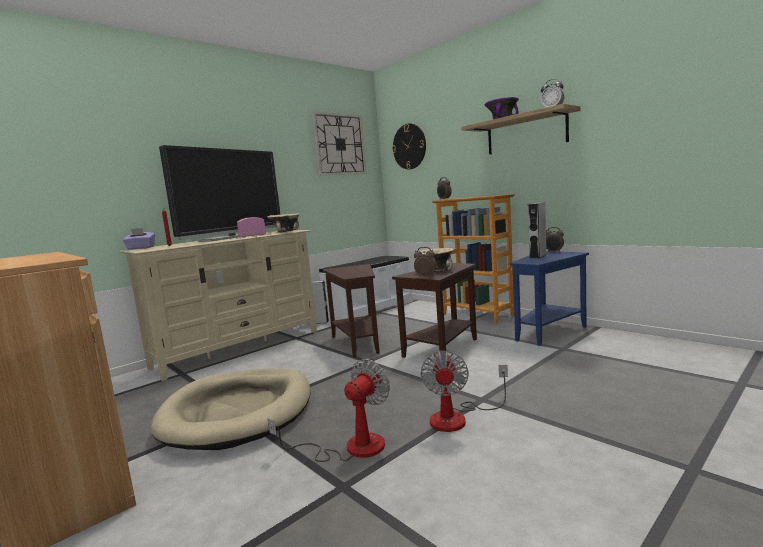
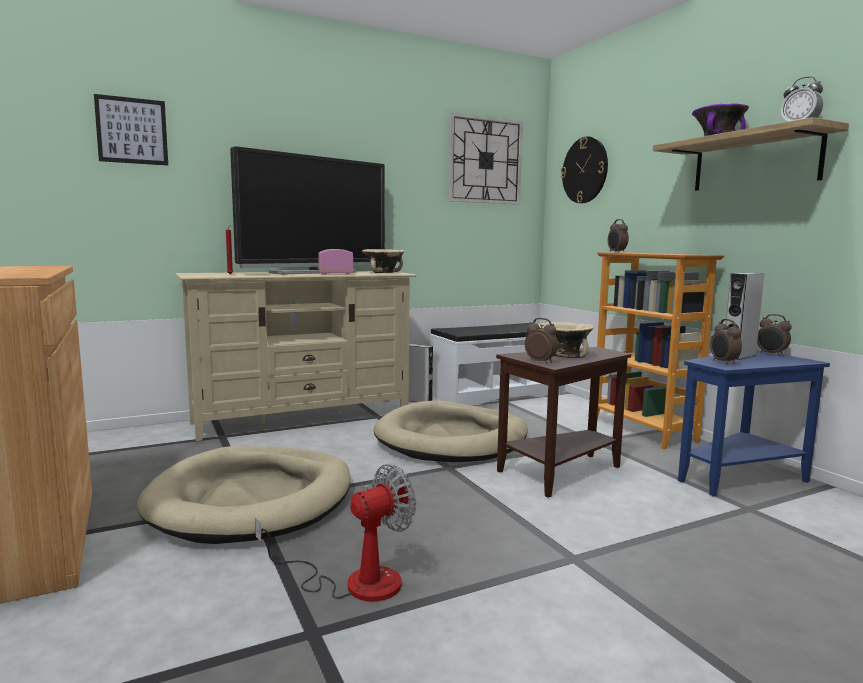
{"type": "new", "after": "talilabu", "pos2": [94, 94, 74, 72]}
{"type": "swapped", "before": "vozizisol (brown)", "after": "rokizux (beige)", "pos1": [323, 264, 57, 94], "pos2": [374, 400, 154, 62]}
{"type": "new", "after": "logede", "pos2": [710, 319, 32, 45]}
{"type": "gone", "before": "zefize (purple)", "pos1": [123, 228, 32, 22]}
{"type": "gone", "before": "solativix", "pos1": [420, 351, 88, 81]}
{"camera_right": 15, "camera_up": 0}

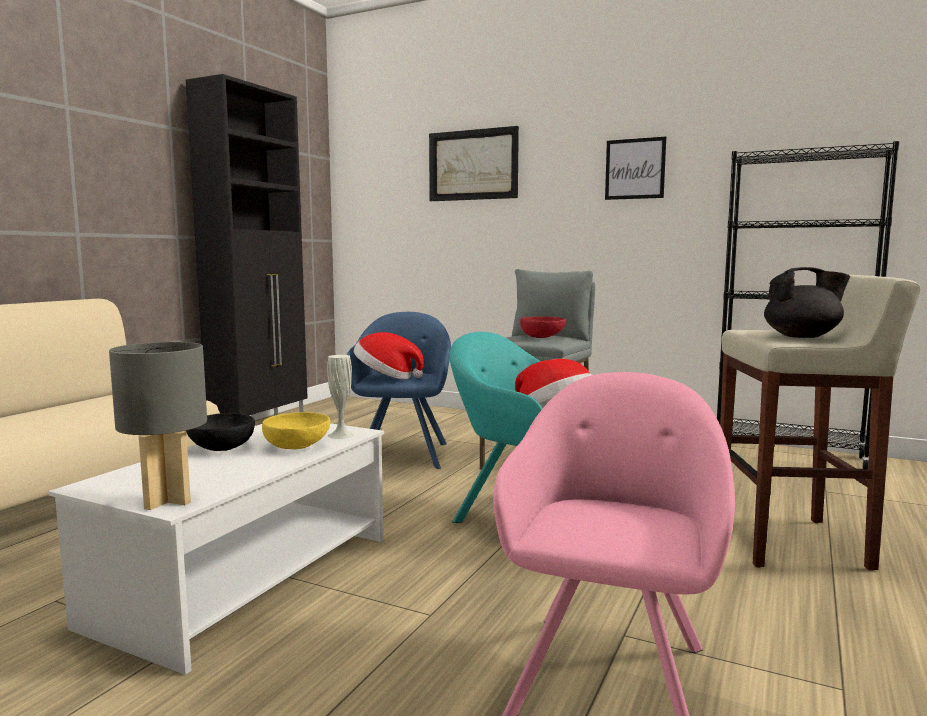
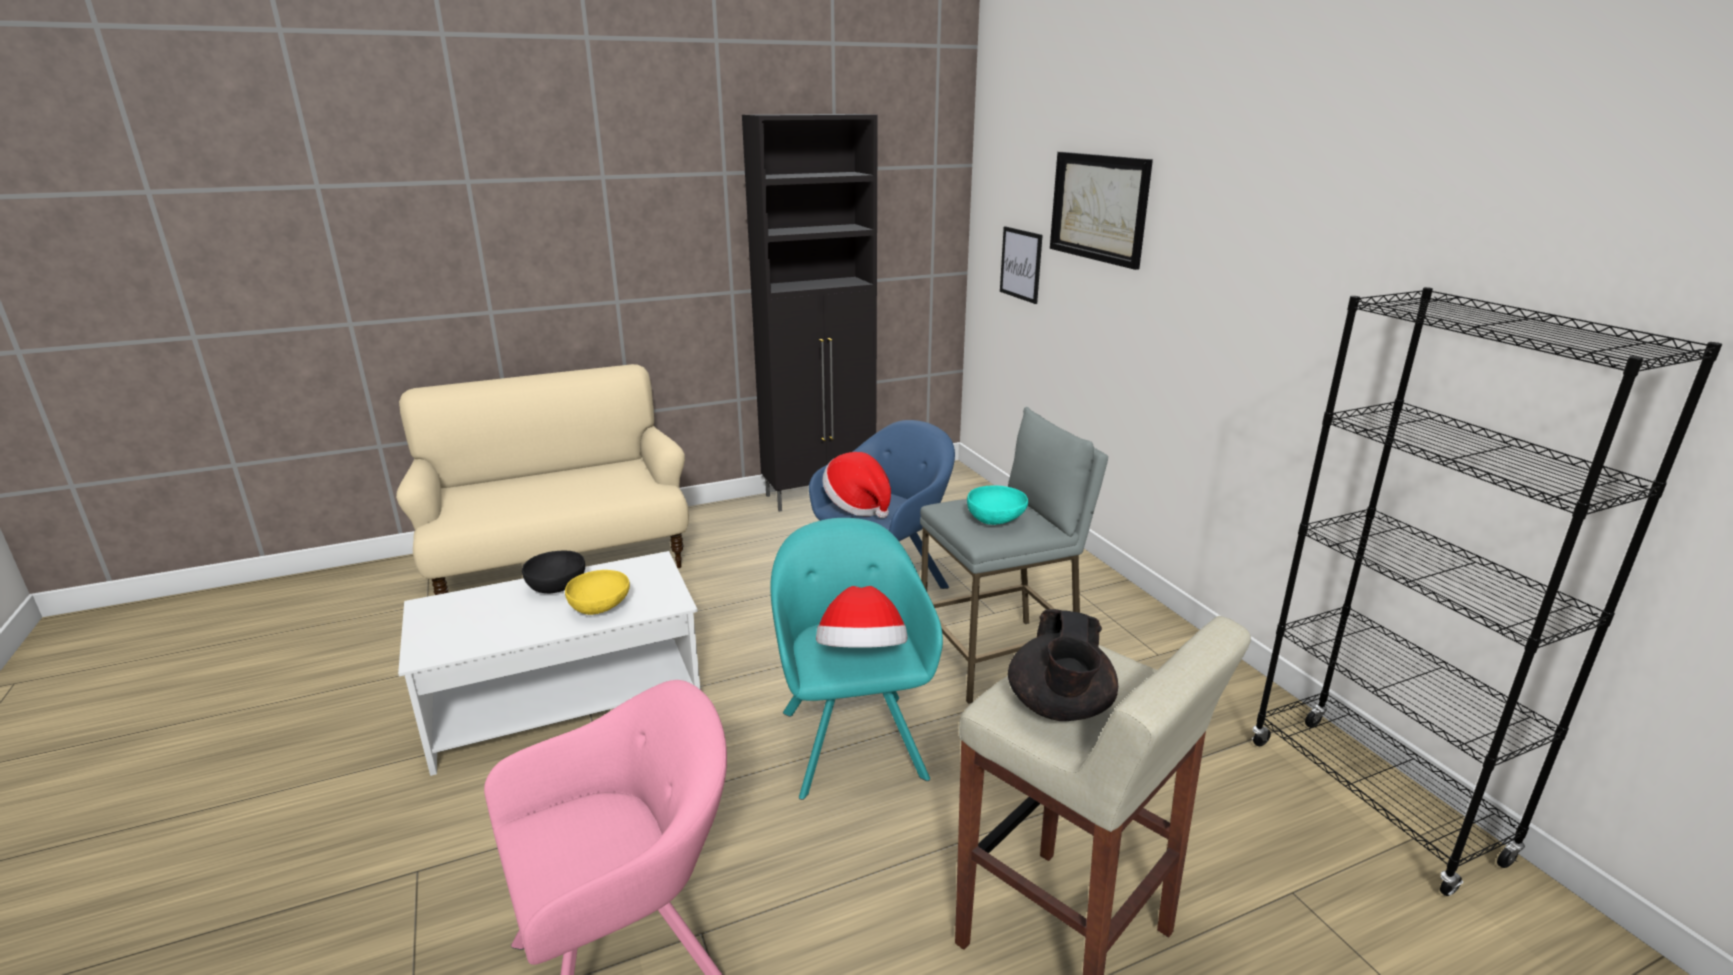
{"type": "repainted", "before": "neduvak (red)", "after": "neduvak (turquoise)", "pos1": [520, 316, 46, 22], "pos2": [967, 485, 61, 40]}
{"type": "shifted", "before": "talilabu", "pos1": [605, 137, 61, 63], "pos2": [1000, 226, 43, 78]}
{"type": "rotated", "before": "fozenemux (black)", "pos1": [764, 267, 86, 71], "pos2": [1008, 609, 110, 112], "turn": 60}
{"type": "gone", "before": "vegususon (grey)", "pos1": [109, 342, 98, 168]}
{"type": "gone", "before": "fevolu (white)", "pos1": [327, 355, 28, 84]}
{"camera_right": 40, "camera_up": 15}

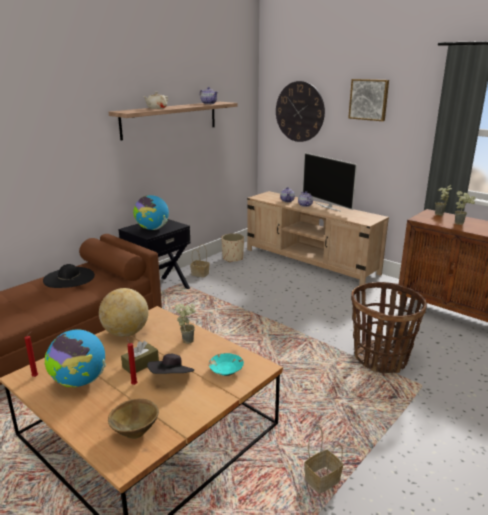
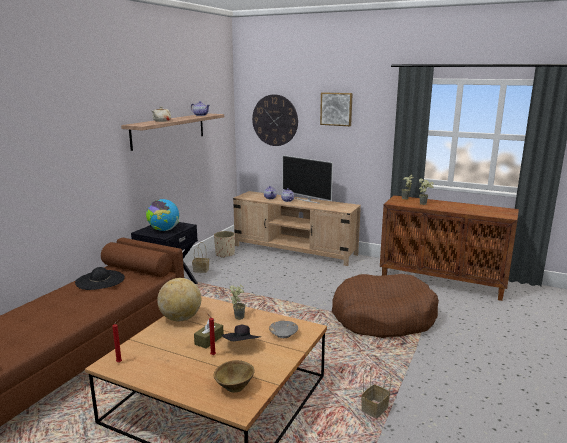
{"type": "repainted", "before": "neduvak (turquoise)", "after": "neduvak (grey)", "pos1": [209, 353, 35, 23], "pos2": [269, 321, 29, 17]}
{"type": "swapped", "before": "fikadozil", "after": "rokizux (brown)", "pos1": [351, 282, 76, 91], "pos2": [332, 274, 107, 64]}
{"type": "gone", "before": "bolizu", "pos1": [44, 330, 62, 57]}
{"camera_right": -15, "camera_up": -5}

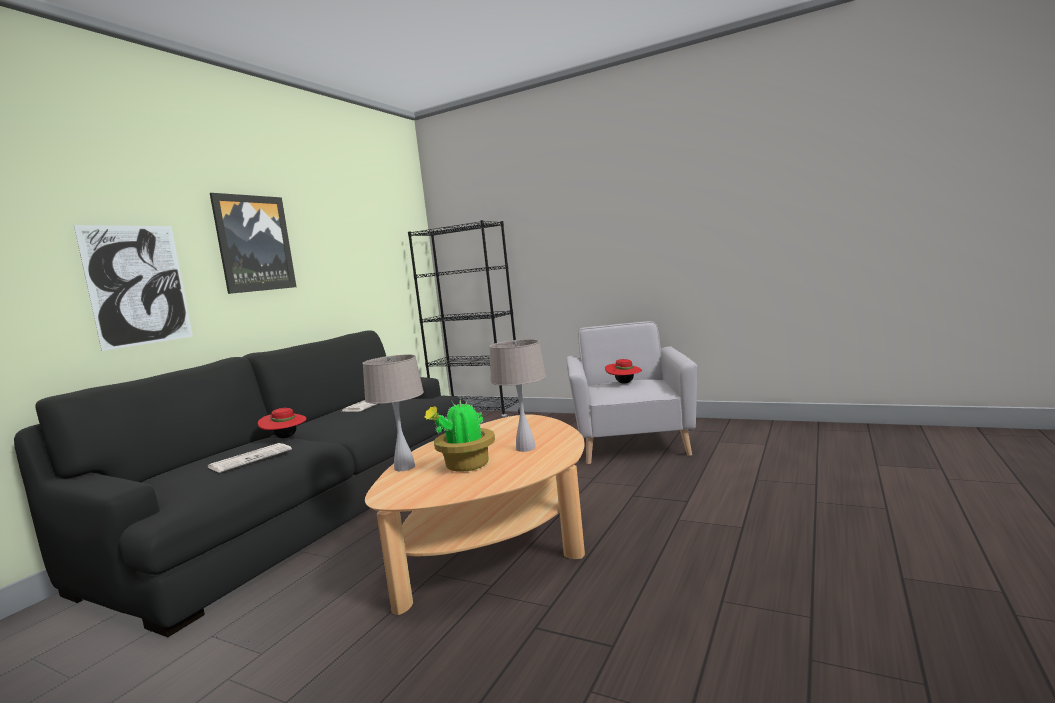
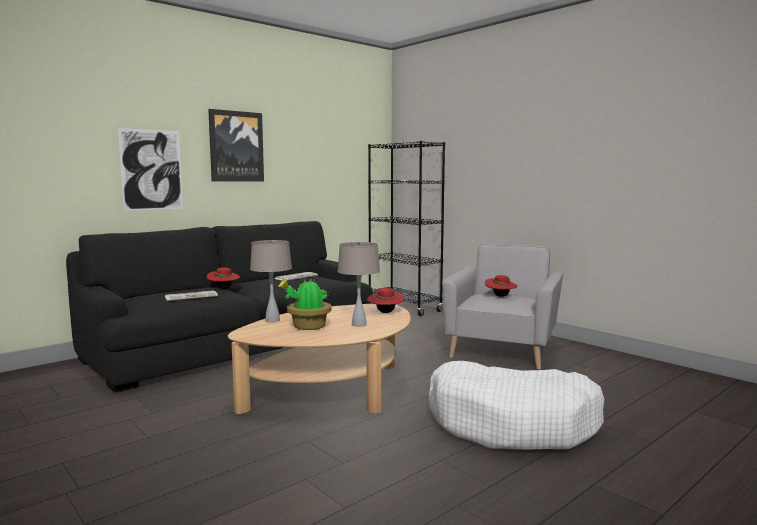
{"type": "new", "after": "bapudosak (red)", "pos2": [367, 288, 37, 25]}
{"type": "new", "after": "rokizux (white)", "pos2": [428, 361, 176, 89]}
{"camera_right": 20, "camera_up": 0}

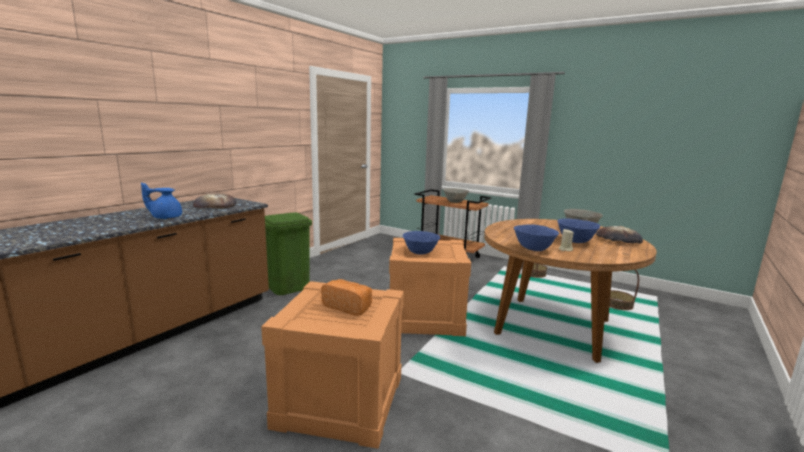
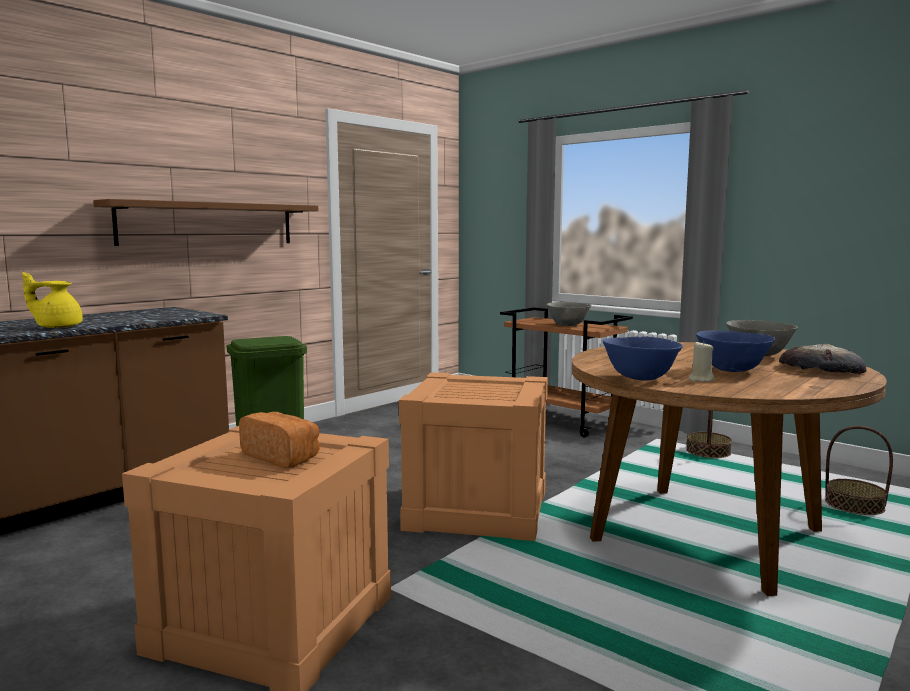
{"type": "repainted", "before": "fozenemux (blue)", "after": "fozenemux (yellow)", "pos1": [141, 182, 41, 37], "pos2": [22, 272, 61, 56]}
{"type": "new", "after": "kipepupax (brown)", "pos2": [93, 199, 225, 47]}
{"type": "gone", "before": "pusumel", "pos1": [193, 193, 43, 16]}
{"type": "gone", "before": "neduvak (blue)", "pos1": [403, 231, 37, 23]}
{"camera_right": 10, "camera_up": -5}

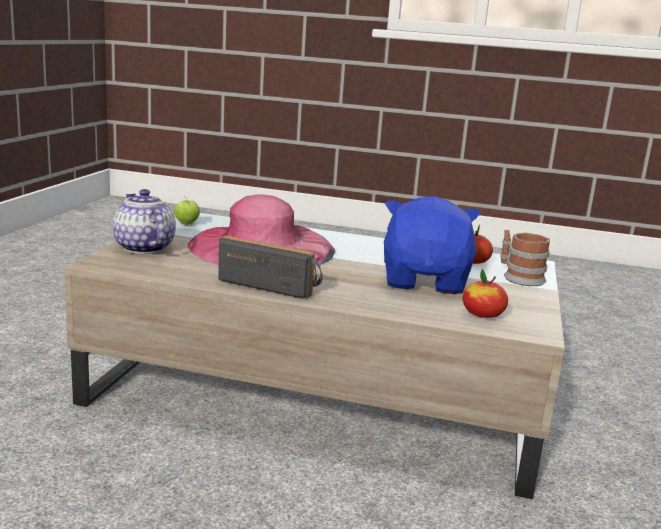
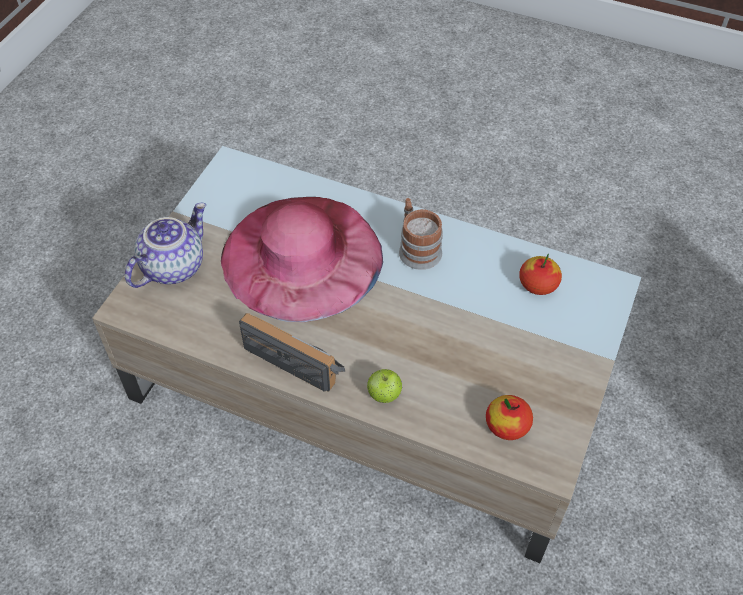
{"type": "rotated", "before": "fozenemux", "pos1": [113, 189, 63, 65], "pos2": [125, 203, 81, 85], "turn": 60}
{"type": "shifted", "before": "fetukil", "pos1": [174, 196, 26, 29], "pos2": [367, 369, 35, 34]}
{"type": "shifted", "before": "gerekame", "pos1": [500, 230, 50, 56], "pos2": [399, 198, 44, 72]}
{"type": "gone", "before": "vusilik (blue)", "pos1": [384, 196, 97, 98]}
{"camera_right": 10, "camera_up": 35}

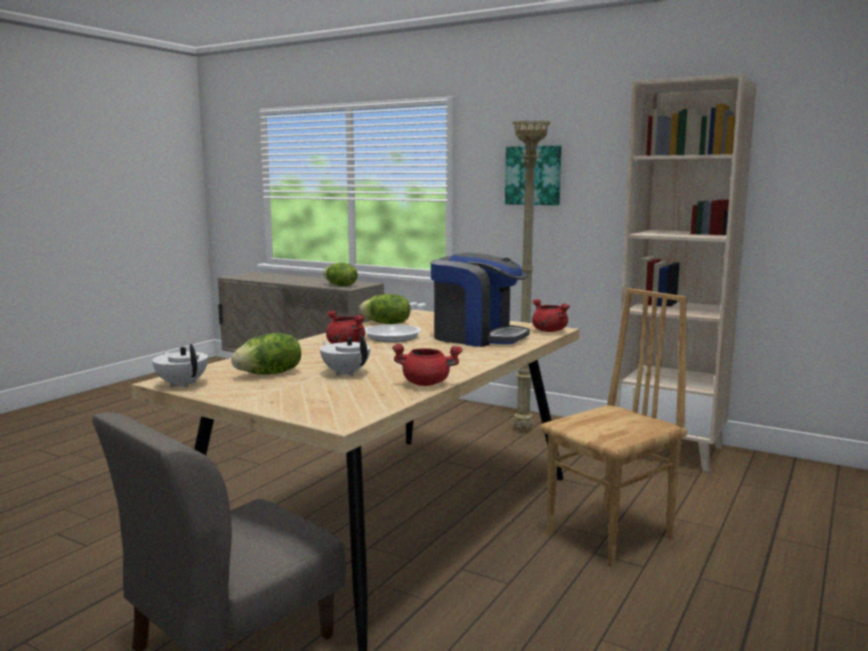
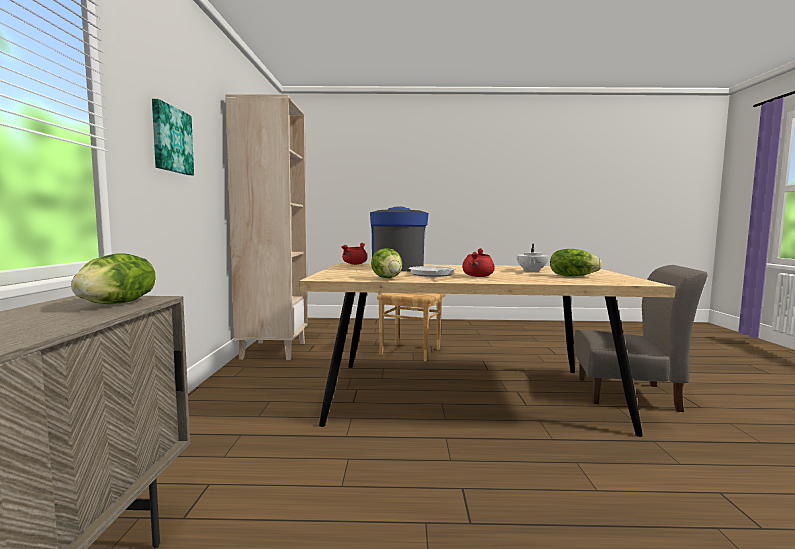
{"type": "gone", "before": "fozenemux (white)", "pos1": [152, 344, 56, 44]}
{"type": "gone", "before": "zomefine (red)", "pos1": [392, 344, 71, 42]}
{"type": "gone", "before": "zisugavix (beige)", "pos1": [512, 120, 39, 310]}
{"camera_right": -120, "camera_up": -5}

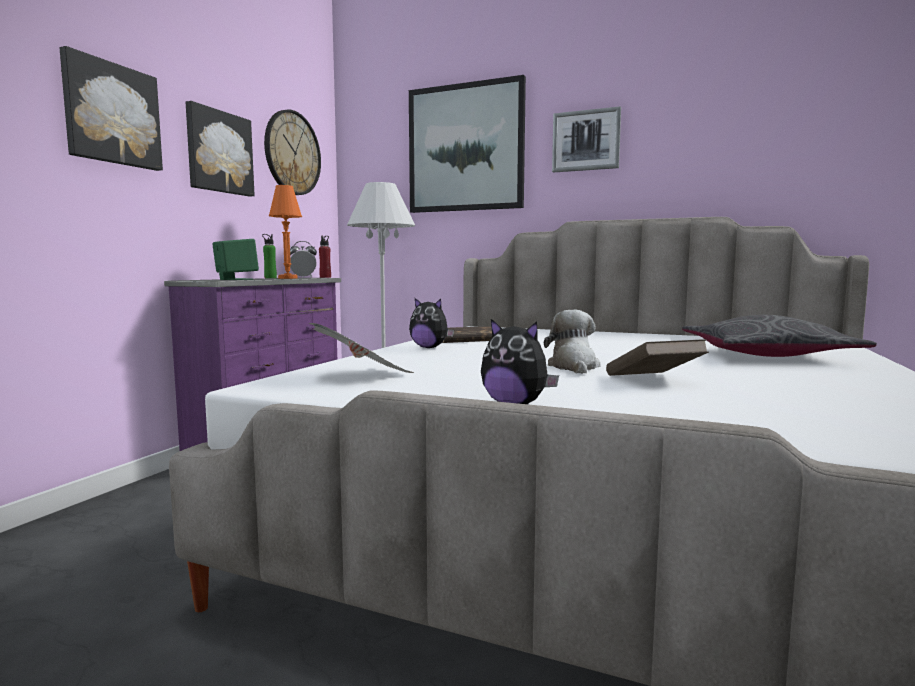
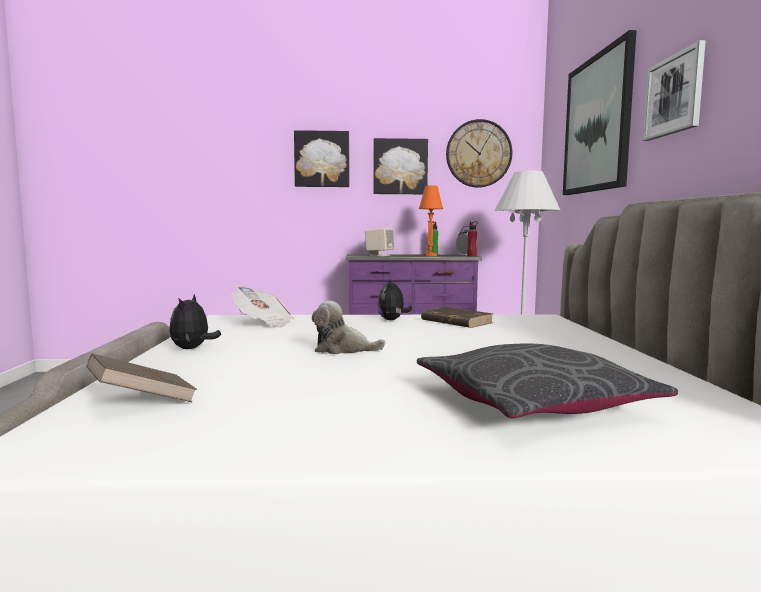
{"type": "shifted", "before": "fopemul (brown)", "pos1": [606, 339, 103, 37], "pos2": [86, 353, 111, 49]}
{"type": "rotated", "before": "vusilik", "pos1": [544, 310, 57, 64], "pos2": [312, 301, 73, 53], "turn": -150}
{"type": "repainted", "before": "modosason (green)", "after": "modosason (beige)", "pos1": [212, 239, 47, 41], "pos2": [365, 228, 29, 28]}
{"camera_right": 65, "camera_up": 0}

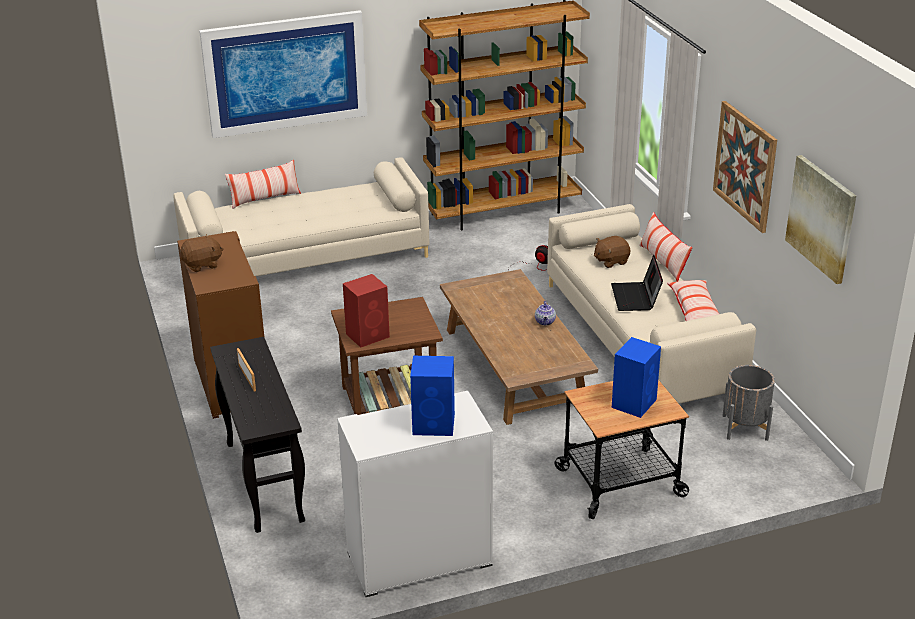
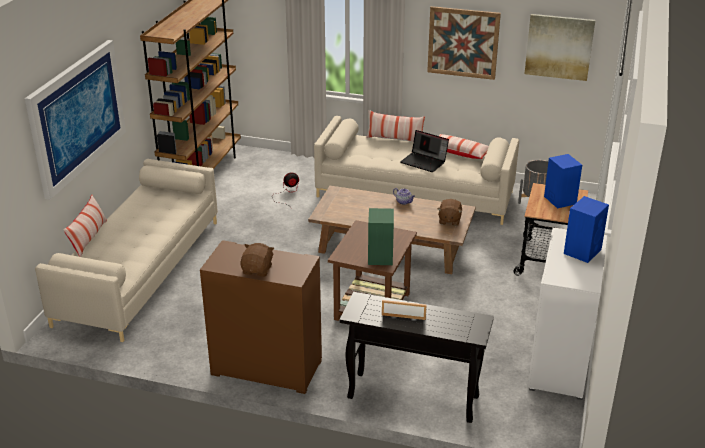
{"type": "repainted", "before": "modosason (red)", "after": "modosason (green)", "pos1": [343, 274, 47, 74], "pos2": [368, 208, 26, 57]}
{"type": "shifted", "before": "vusilik (brown)", "pos1": [594, 236, 36, 32], "pos2": [438, 199, 24, 27]}
{"camera_right": -55, "camera_up": 0}

